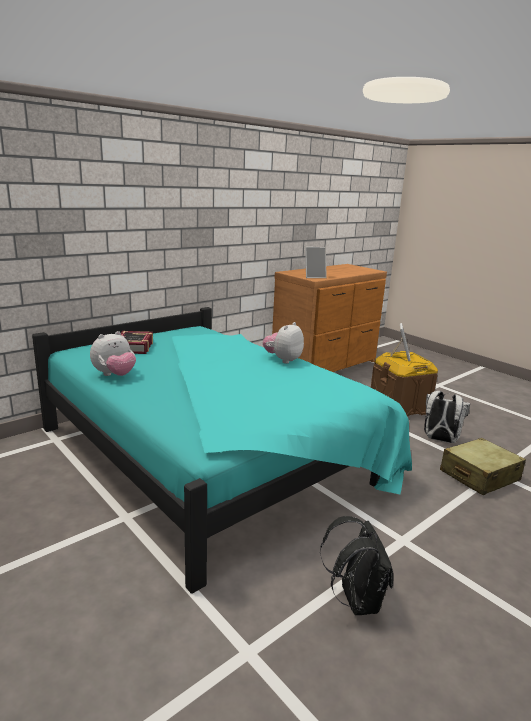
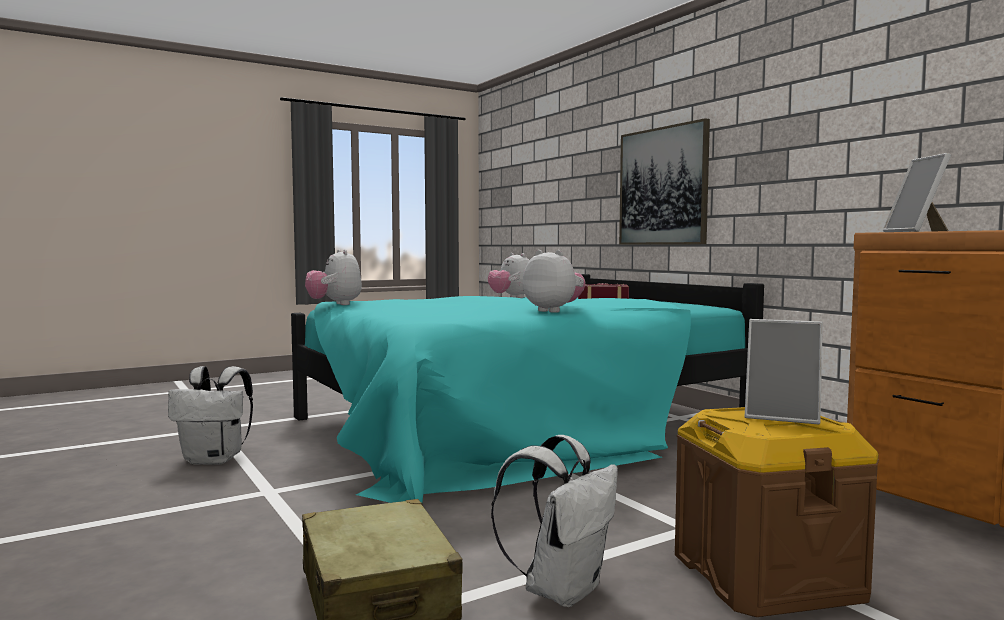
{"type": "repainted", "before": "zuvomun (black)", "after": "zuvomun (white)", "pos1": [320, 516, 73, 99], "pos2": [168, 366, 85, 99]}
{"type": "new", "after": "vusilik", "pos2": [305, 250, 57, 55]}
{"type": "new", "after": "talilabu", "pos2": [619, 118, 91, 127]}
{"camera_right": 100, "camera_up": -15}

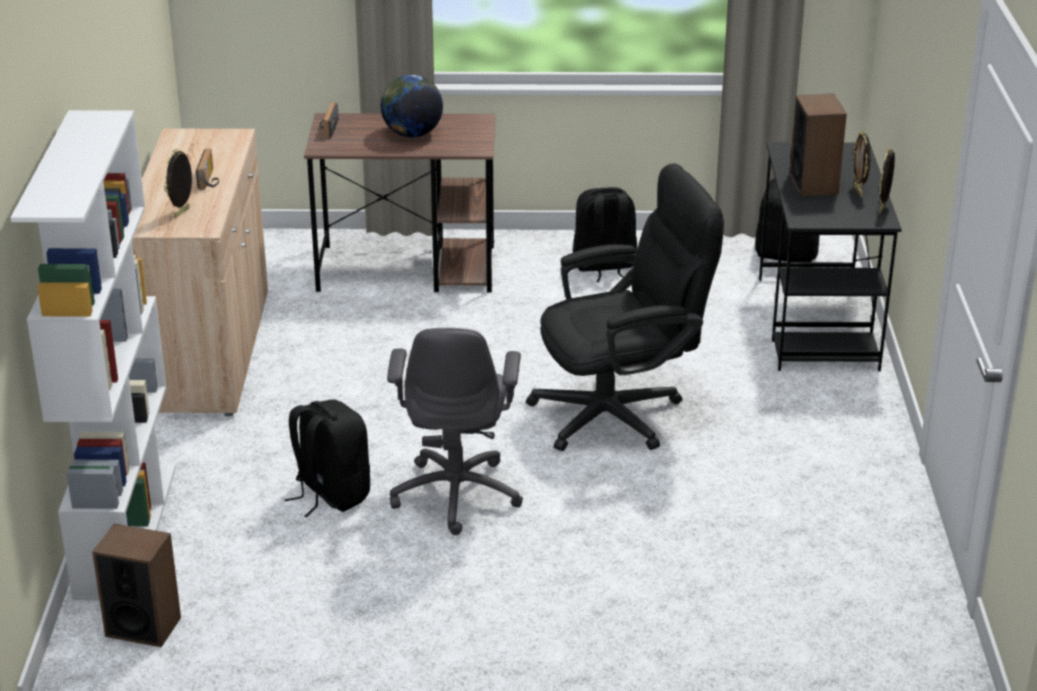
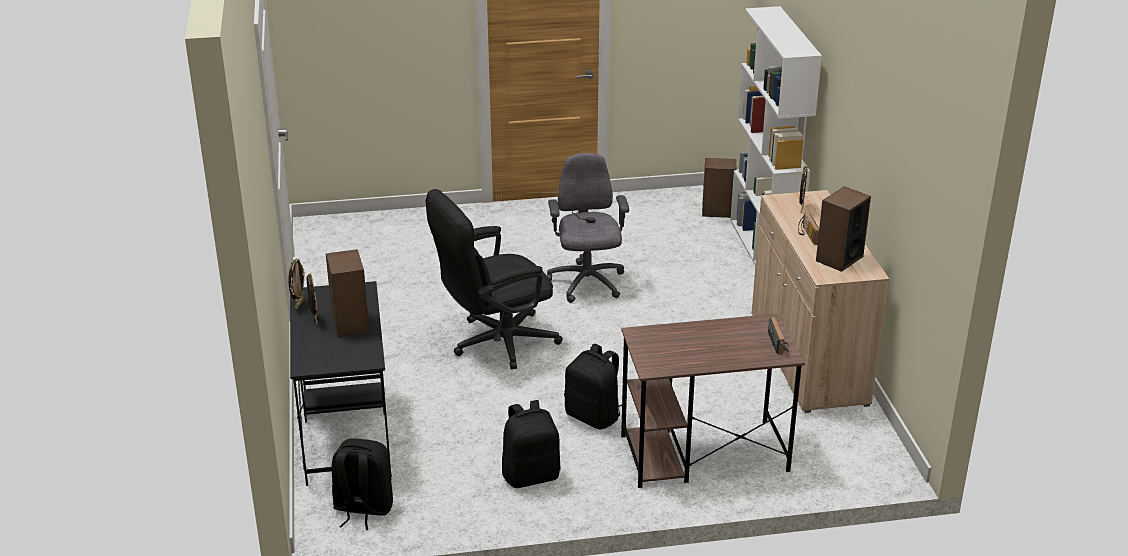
{"type": "shifted", "before": "zuvomun (black)", "pos1": [285, 400, 85, 117], "pos2": [564, 344, 58, 85]}
{"type": "new", "after": "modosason", "pos2": [816, 186, 55, 86]}
{"type": "gone", "before": "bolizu", "pos1": [381, 75, 62, 62]}
{"camera_right": 170, "camera_up": 0}

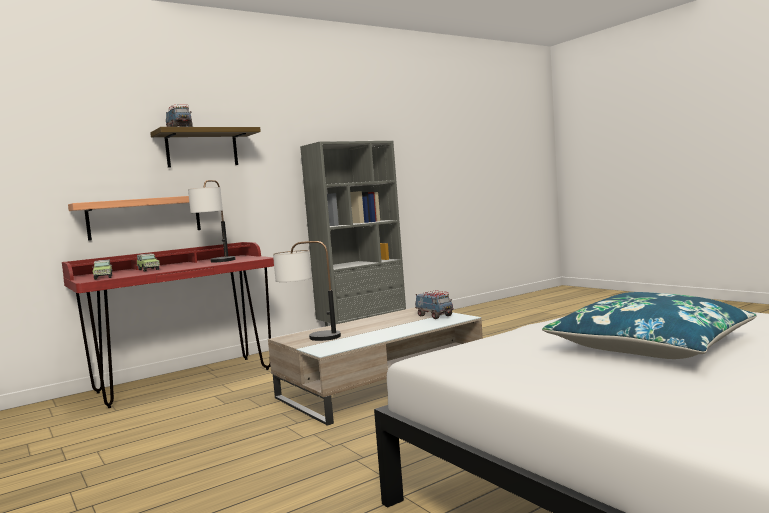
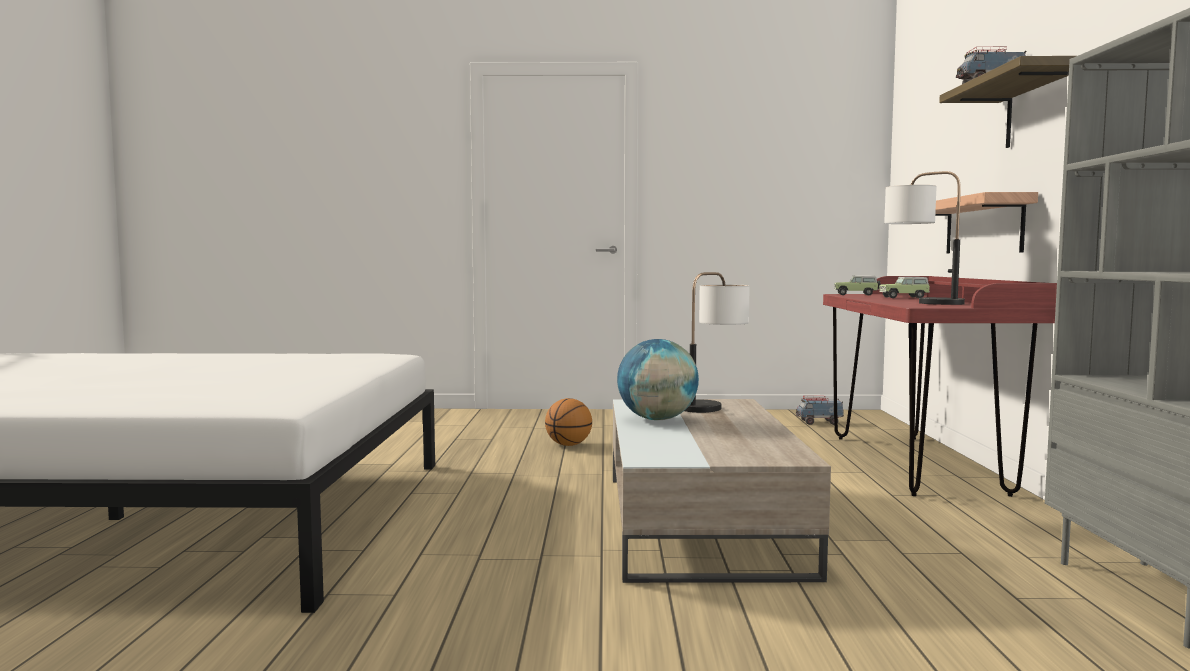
{"type": "new", "after": "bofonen", "pos2": [545, 398, 47, 48]}
{"type": "new", "after": "bolizu", "pos2": [617, 339, 82, 81]}
{"type": "shifted", "before": "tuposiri", "pos1": [415, 290, 39, 29], "pos2": [796, 397, 48, 28]}
{"type": "gone", "before": "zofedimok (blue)", "pos1": [542, 292, 214, 67]}
{"camera_right": 125, "camera_up": 0}

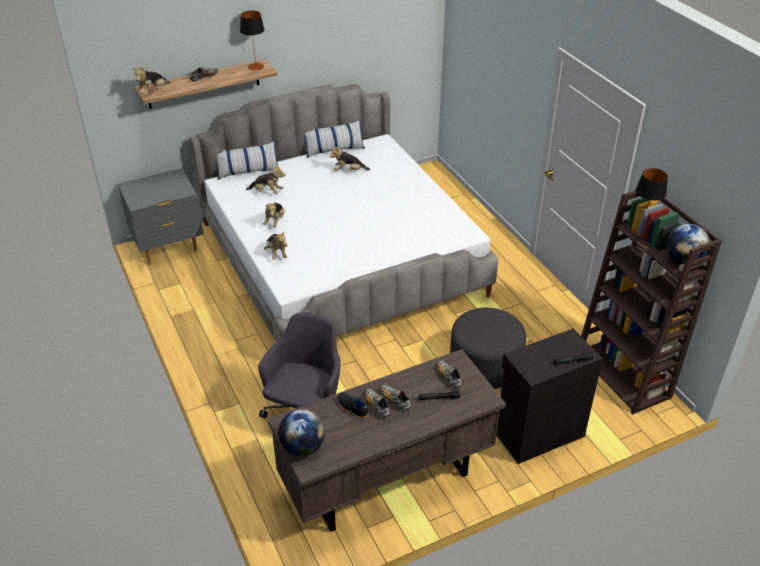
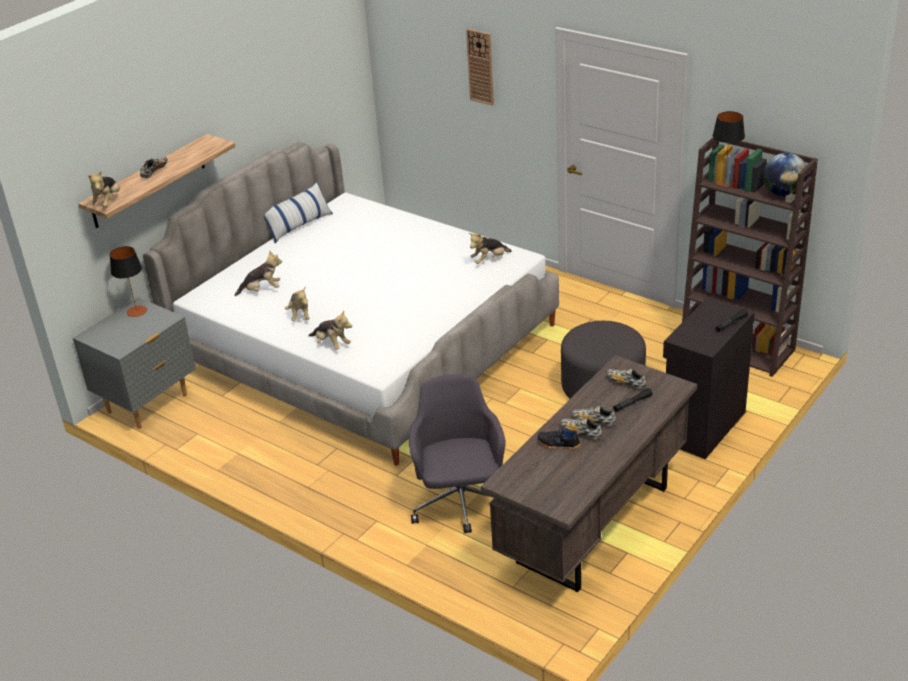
{"type": "shifted", "before": "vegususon", "pos1": [240, 11, 25, 59], "pos2": [110, 246, 37, 71]}
{"type": "new", "after": "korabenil", "pos2": [466, 29, 28, 77]}
{"type": "shifted", "before": "vusilik", "pos1": [329, 145, 41, 26], "pos2": [469, 233, 43, 31]}
{"type": "gone", "before": "zofedimok", "pos1": [217, 141, 60, 39]}
{"type": "gone", "before": "bolizu", "pos1": [278, 409, 47, 47]}
{"camera_right": -25, "camera_up": -5}

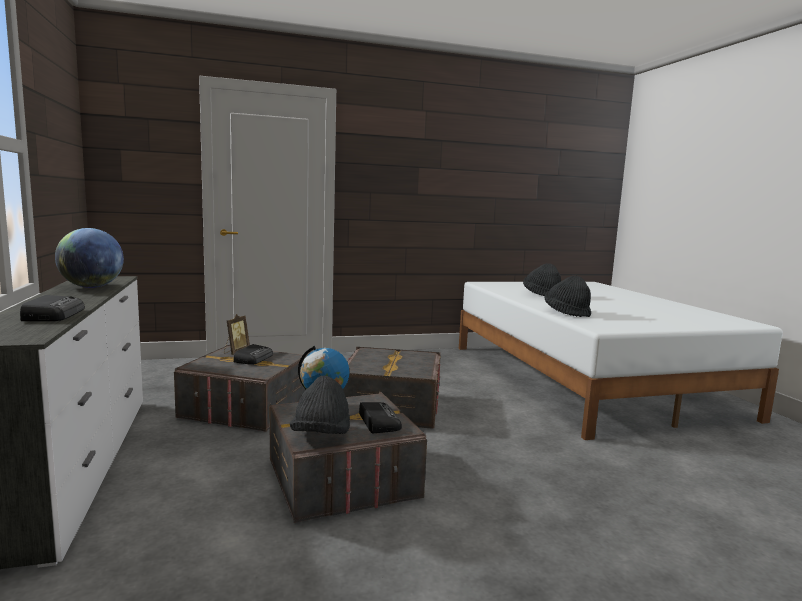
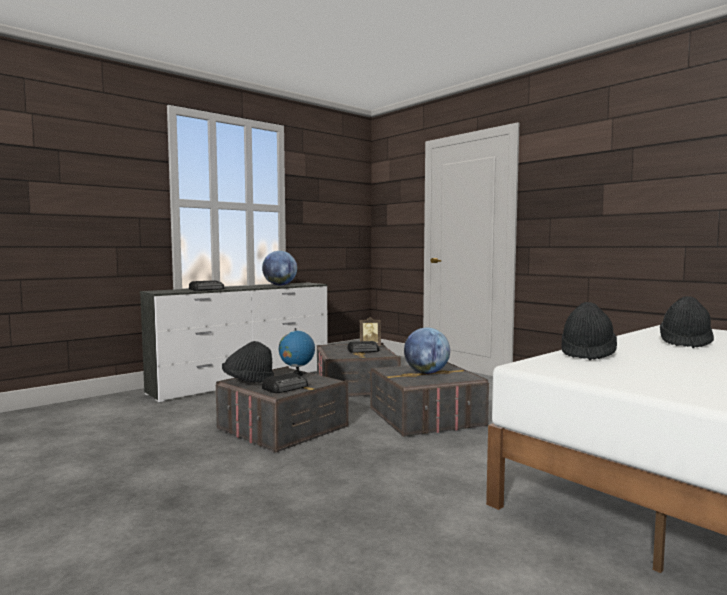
{"type": "new", "after": "bolizu", "pos2": [404, 328, 46, 46]}
{"camera_right": 65, "camera_up": -5}

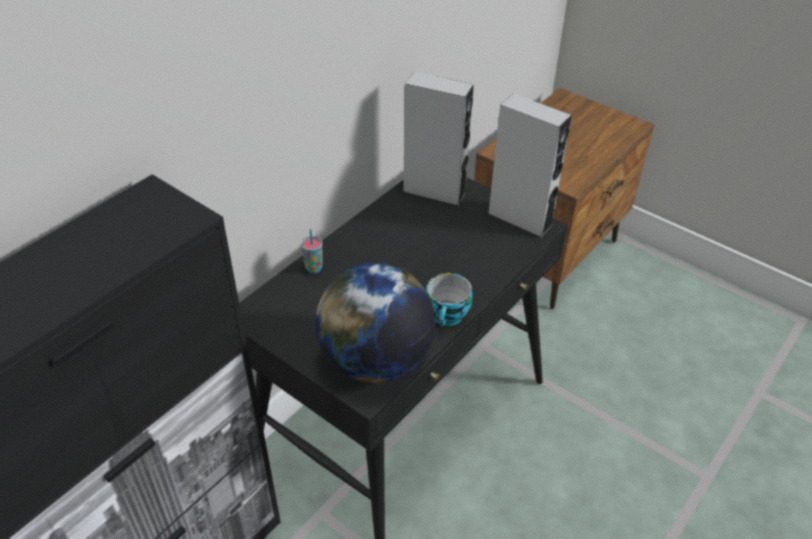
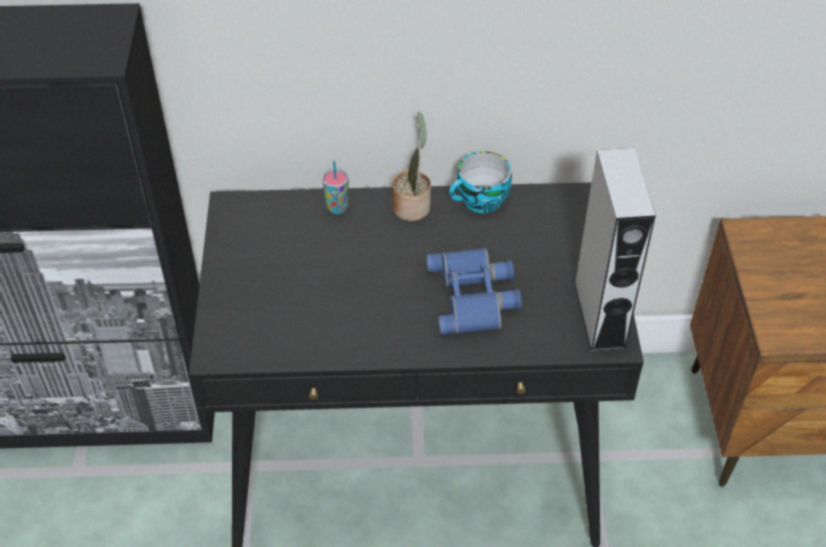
{"type": "new", "after": "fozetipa", "pos2": [392, 111, 39, 110]}
{"type": "new", "after": "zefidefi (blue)", "pos2": [426, 248, 96, 86]}
{"type": "shifted", "before": "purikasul", "pos1": [426, 273, 47, 53], "pos2": [449, 151, 63, 62]}
{"type": "gone", "before": "bolizu", "pos1": [315, 263, 120, 120]}
{"type": "gone", "before": "modosason (grey)", "pos1": [402, 72, 72, 135]}
{"camera_right": 50, "camera_up": 5}

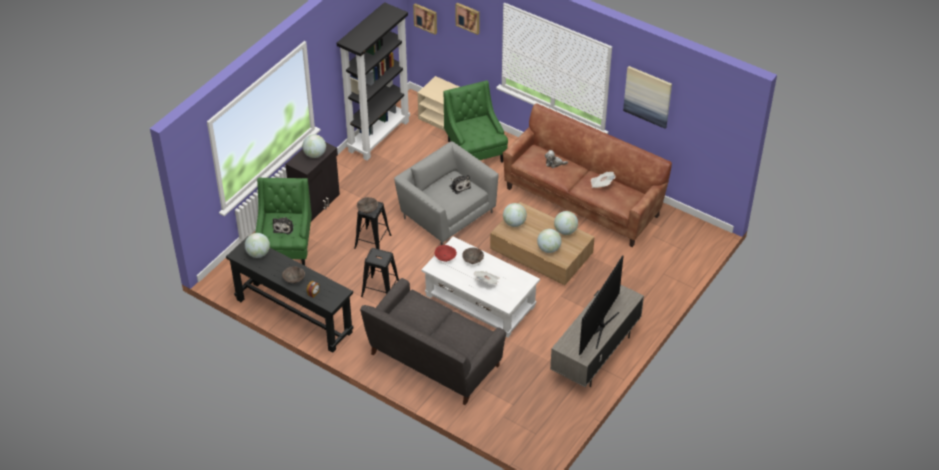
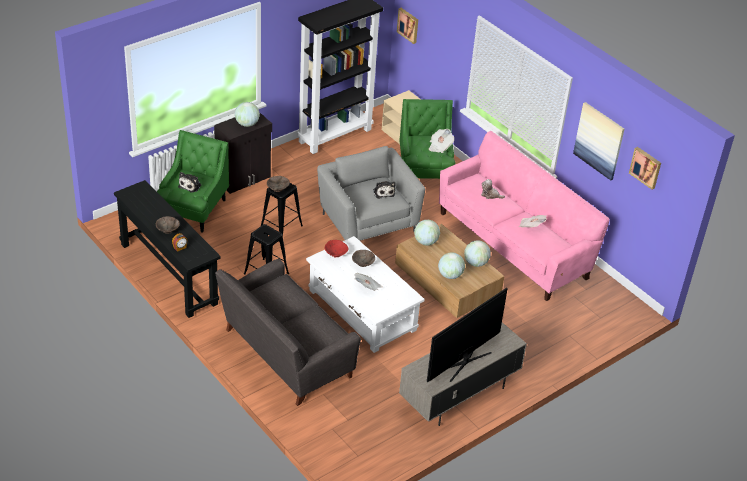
{"type": "new", "after": "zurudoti", "pos2": [429, 129, 25, 24]}
{"type": "repainted", "before": "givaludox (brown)", "after": "givaludox (pink)", "pos1": [503, 103, 169, 144], "pos2": [439, 131, 170, 170]}
{"type": "shifted", "before": "talilabu", "pos1": [455, 3, 25, 32], "pos2": [629, 147, 32, 43]}
{"type": "gone", "before": "bolizu", "pos1": [245, 233, 25, 25]}
{"camera_right": 15, "camera_up": -5}

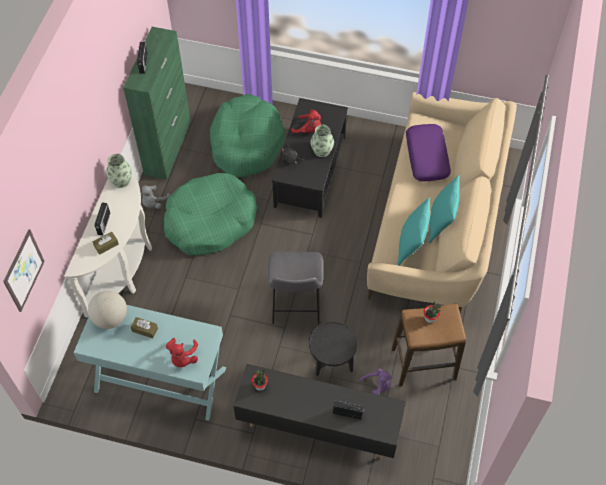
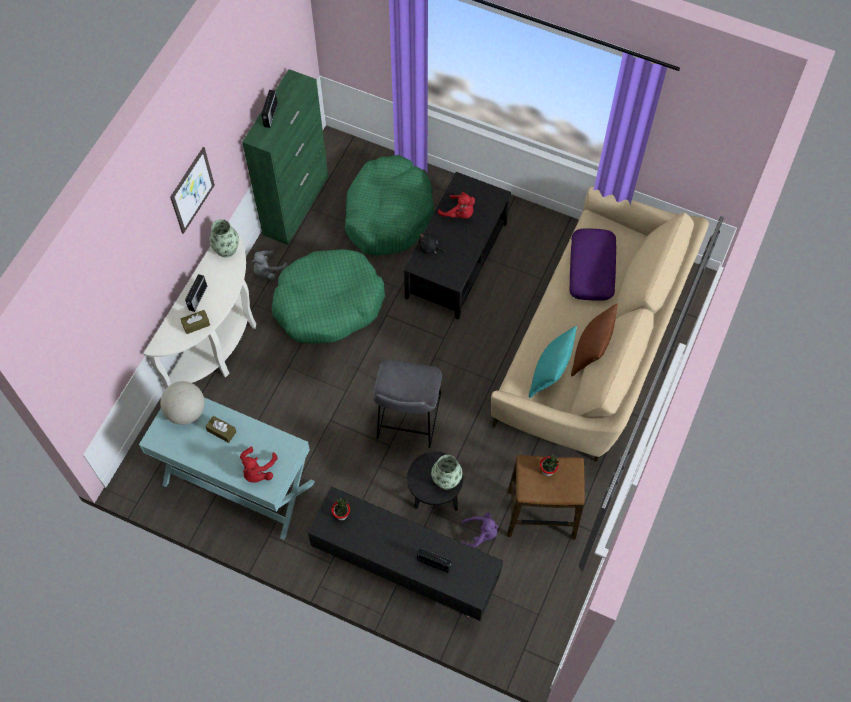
{"type": "shifted", "before": "talilabu", "pos1": [3, 229, 42, 83], "pos2": [170, 147, 45, 87]}
{"type": "shifted", "before": "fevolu", "pos1": [310, 125, 24, 32], "pos2": [431, 455, 32, 35]}
{"type": "repainted", "before": "zofedimok (turquoise)", "after": "zofedimok (brown)", "pos1": [429, 175, 31, 68], "pos2": [571, 303, 47, 73]}
{"camera_right": 10, "camera_up": 5}

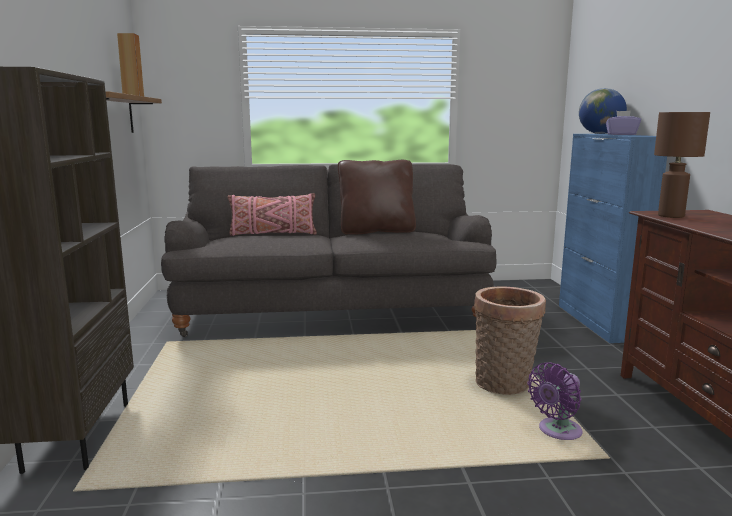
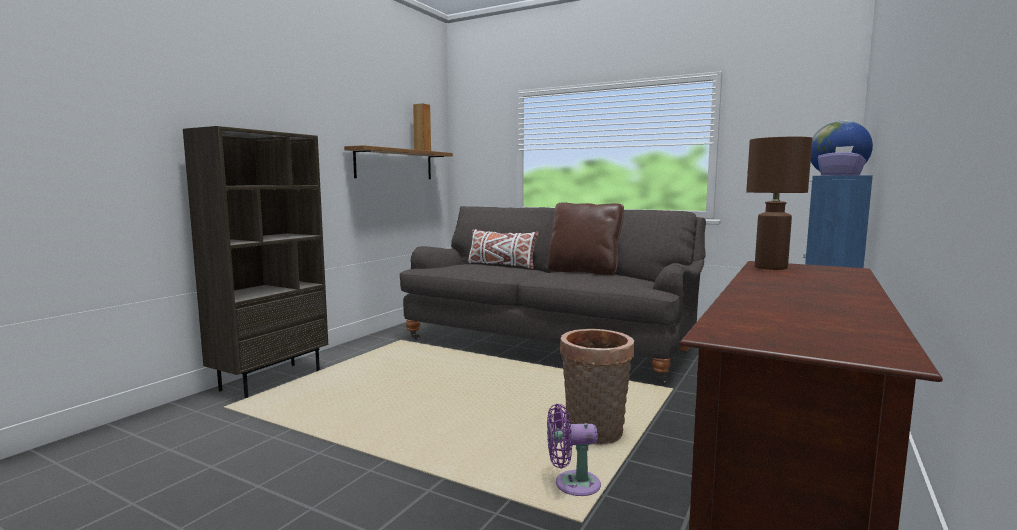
{"type": "repainted", "before": "zofedimok (pink)", "after": "zofedimok (white)", "pos1": [228, 193, 89, 43], "pos2": [467, 229, 72, 40]}
{"camera_right": 35, "camera_up": -5}

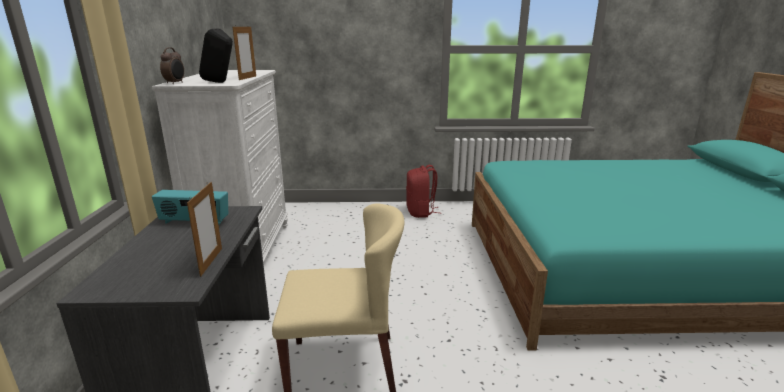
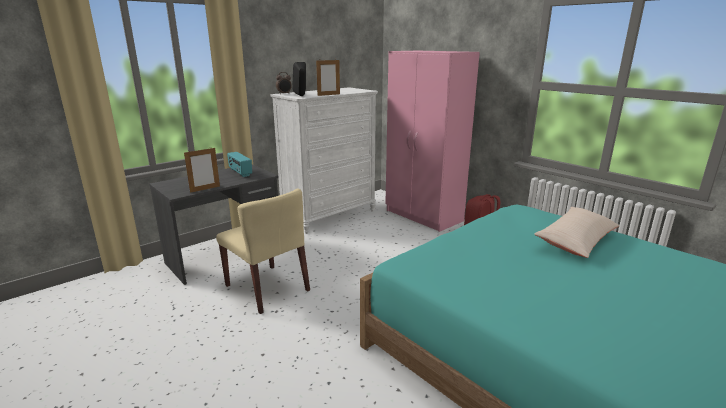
{"type": "new", "after": "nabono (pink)", "pos2": [385, 51, 95, 181]}
{"type": "new", "after": "zofedimok (beige)", "pos2": [534, 207, 86, 51]}
{"camera_right": 50, "camera_up": 0}

